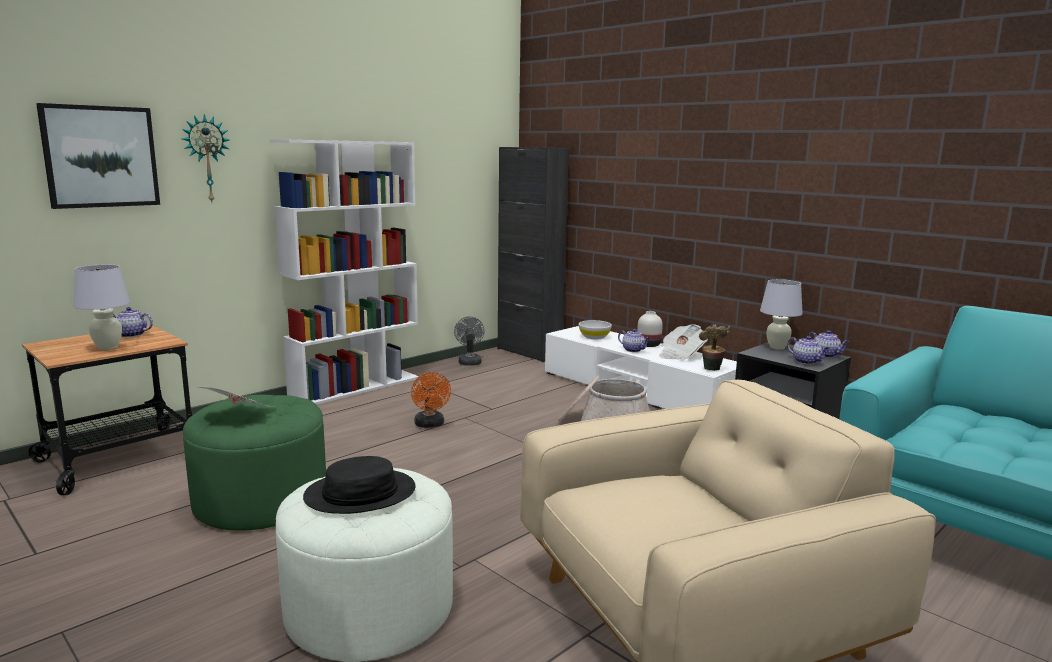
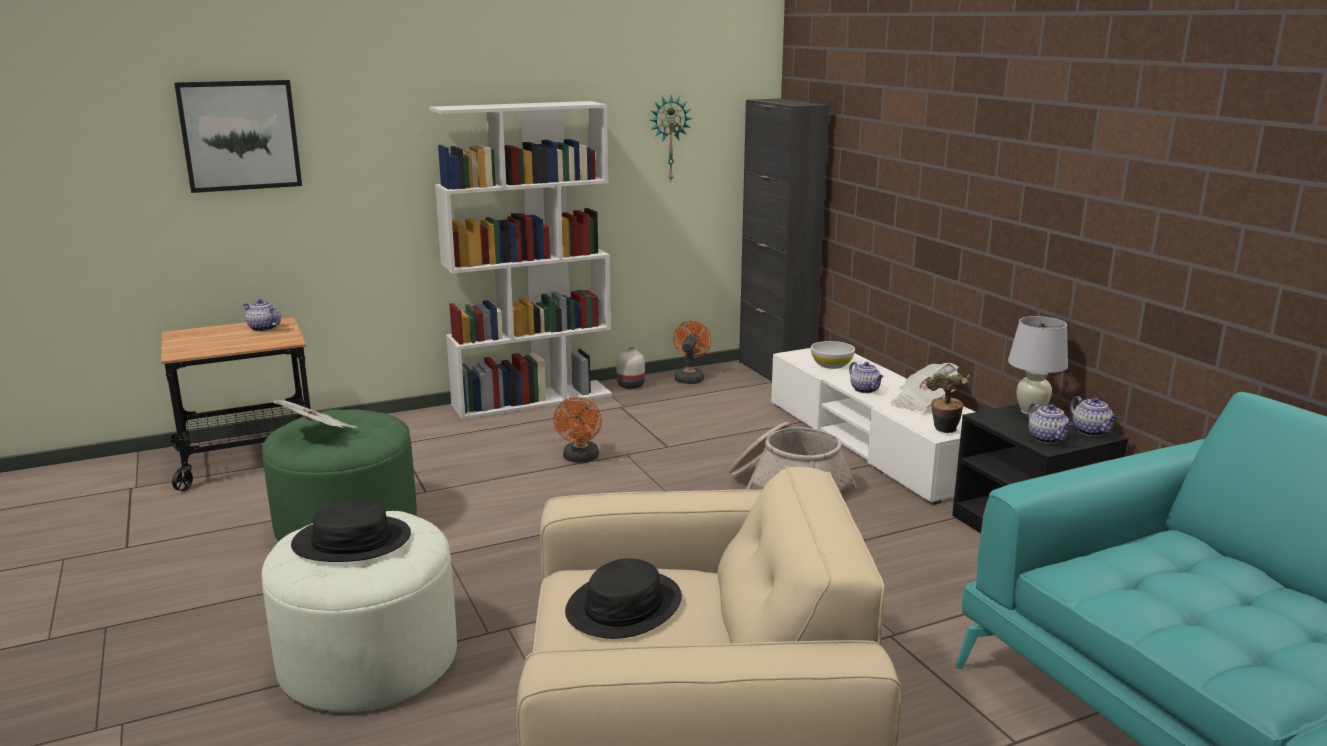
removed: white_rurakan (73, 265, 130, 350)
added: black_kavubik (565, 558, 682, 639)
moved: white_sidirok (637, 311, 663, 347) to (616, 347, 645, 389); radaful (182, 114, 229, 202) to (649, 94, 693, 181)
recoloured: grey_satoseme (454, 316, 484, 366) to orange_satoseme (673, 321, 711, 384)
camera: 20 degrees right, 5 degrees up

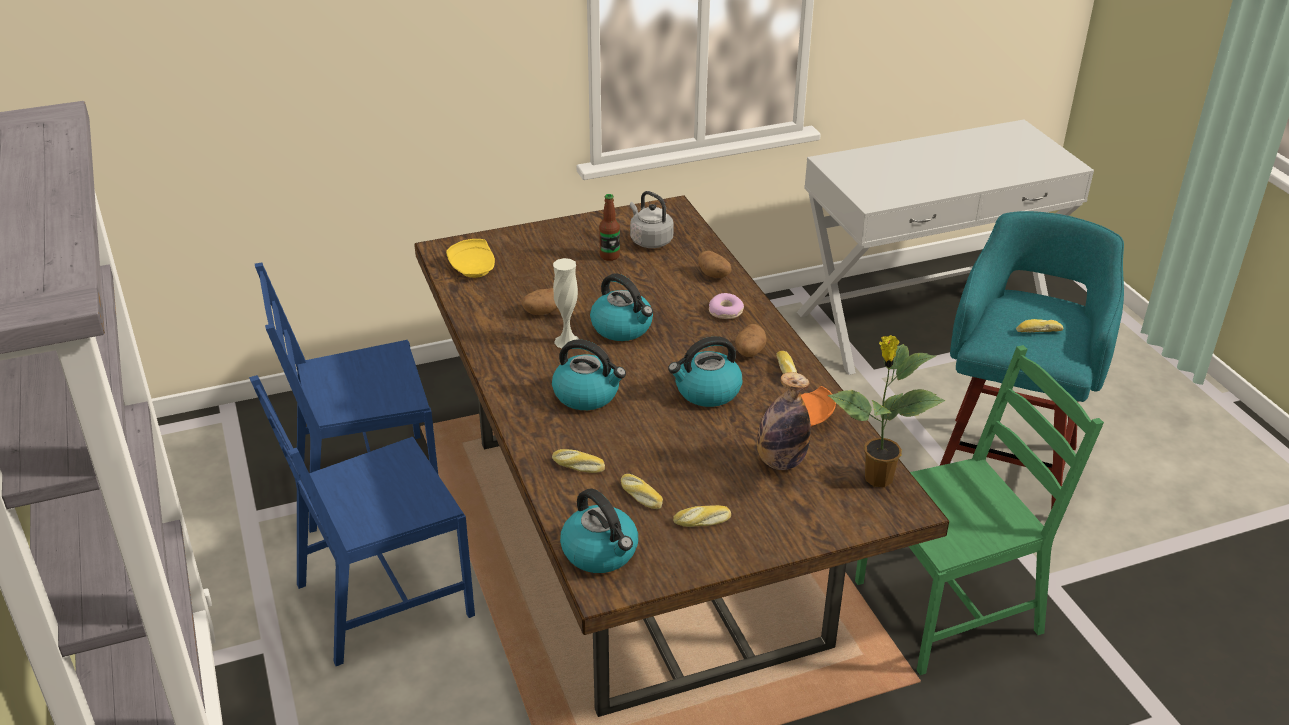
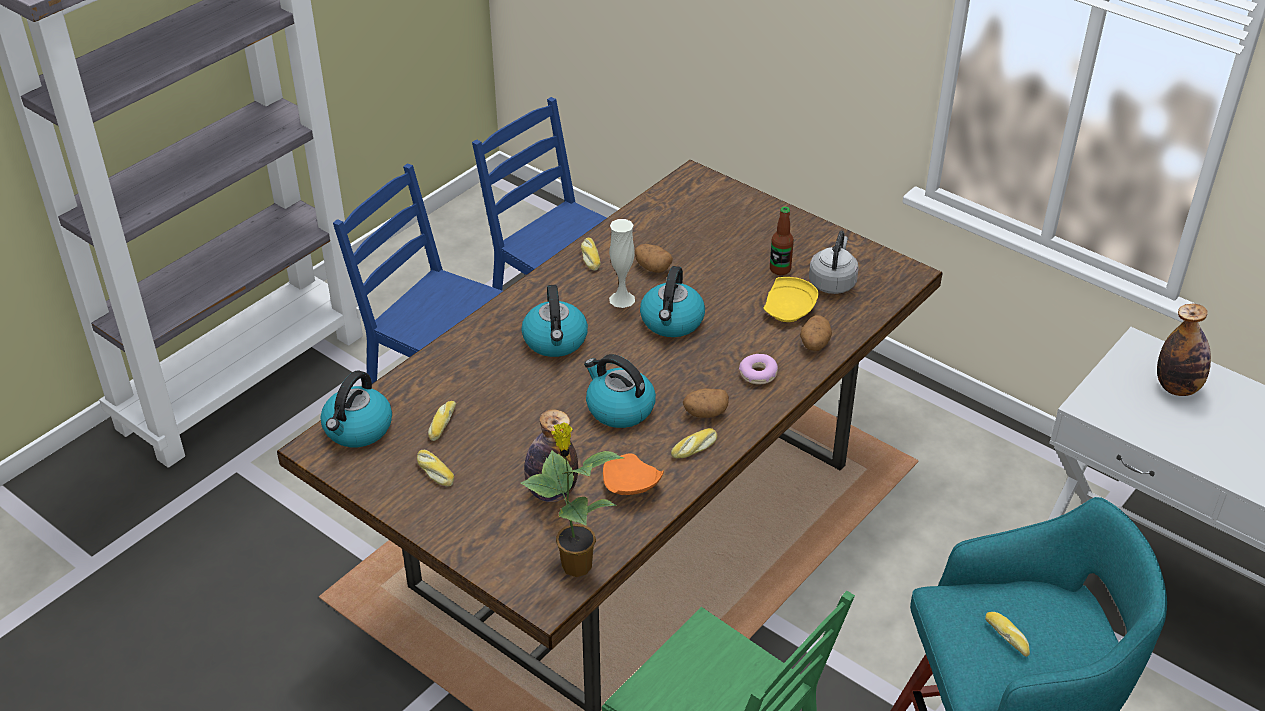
added: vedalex (1157, 304, 1211, 396)
moved: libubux (552, 449, 605, 473) to (581, 238, 601, 271); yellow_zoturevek (446, 239, 495, 278) to (763, 277, 819, 322)
camera: 60 degrees right, 5 degrees up

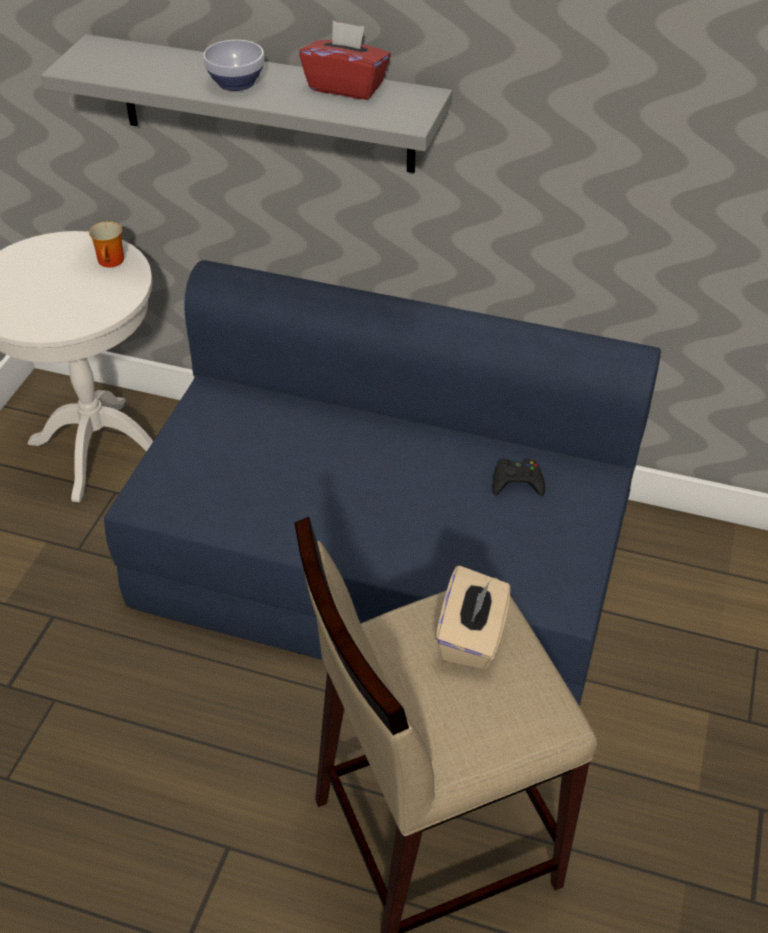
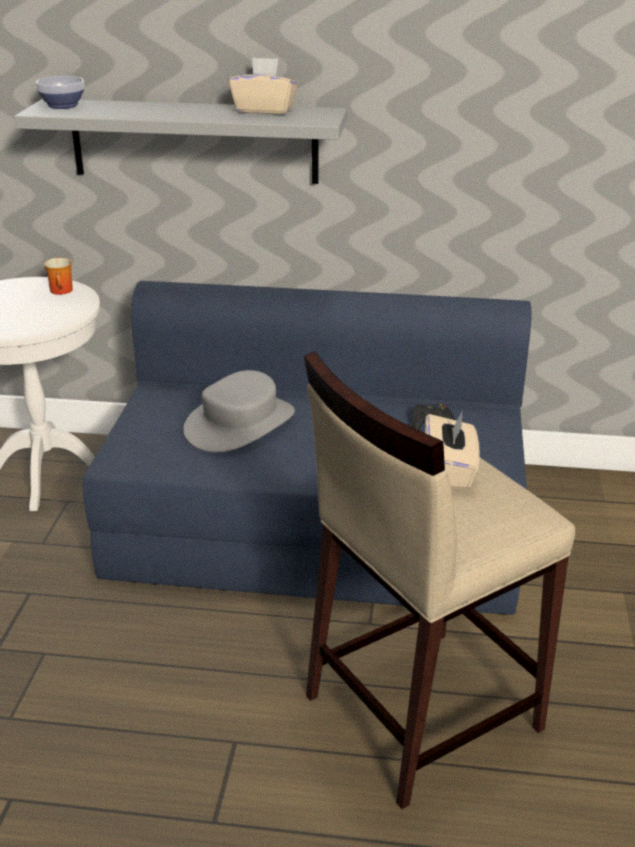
added: grey_kavubik (183, 370, 295, 452)
moved: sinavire (203, 40, 264, 91) to (36, 76, 85, 109)
recoloured: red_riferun (299, 20, 391, 100) to beige_riferun (229, 57, 298, 114)
camera: 10 degrees left, 15 degrees down

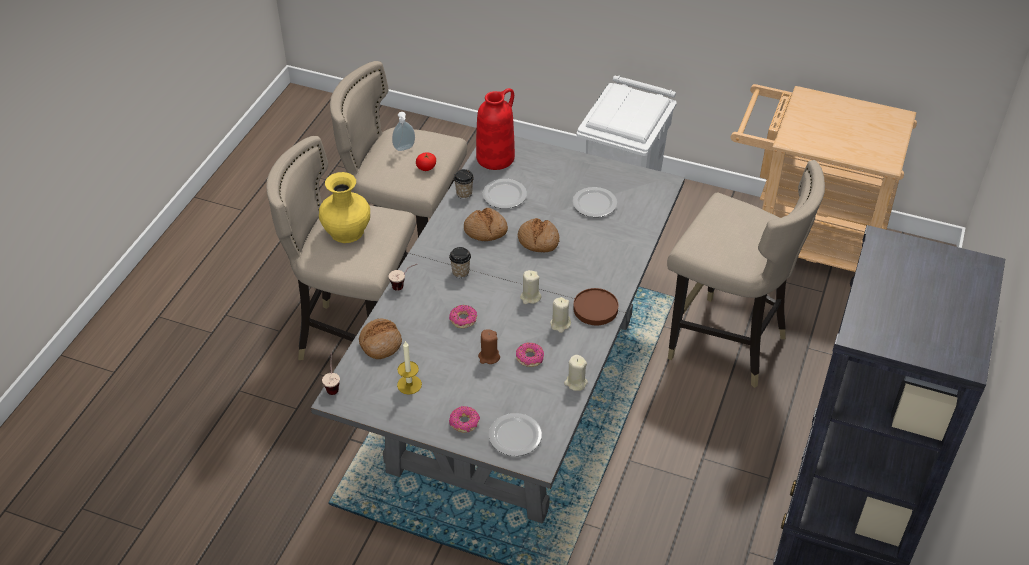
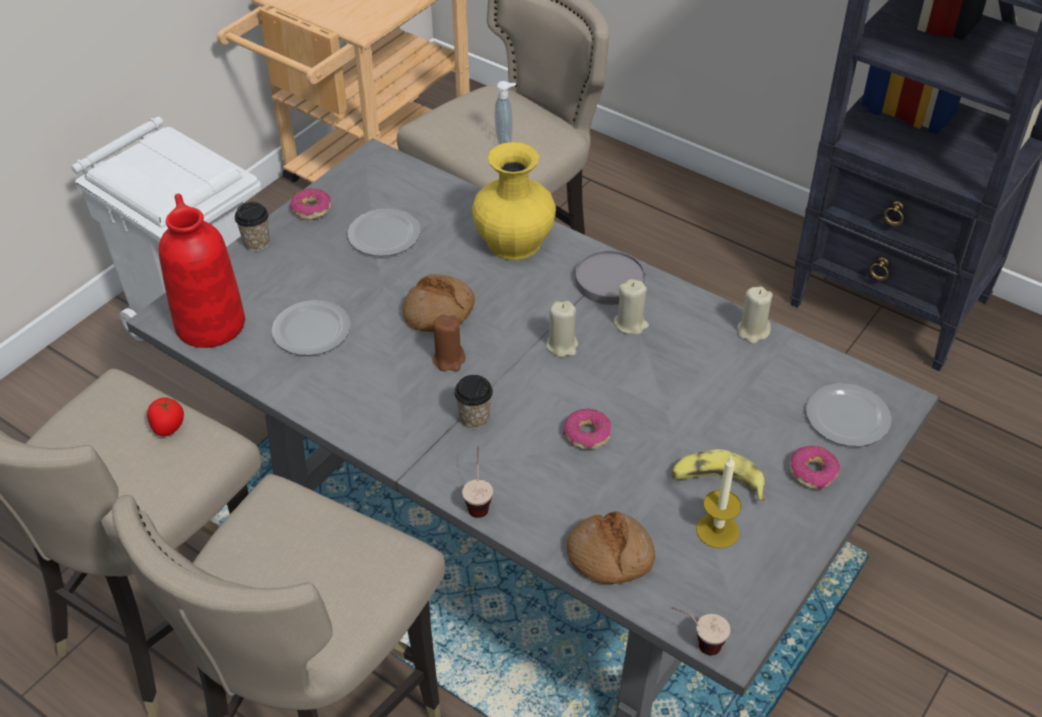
removed: libubux (464, 208, 508, 241)
added: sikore (672, 449, 765, 502)
moved: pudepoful (454, 169, 474, 199) to (235, 202, 270, 251); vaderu (516, 343, 544, 367) to (290, 188, 331, 220); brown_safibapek (478, 329, 500, 364) to (432, 315, 465, 371); yellow_sidirok (319, 172, 370, 243) to (472, 142, 556, 260); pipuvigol (392, 112, 415, 151) to (495, 81, 516, 144)
recoloured: brown_zoturevek (573, 288, 618, 325) to grey_zoturevek (575, 250, 645, 305)
camera: 75 degrees left, 0 degrees up

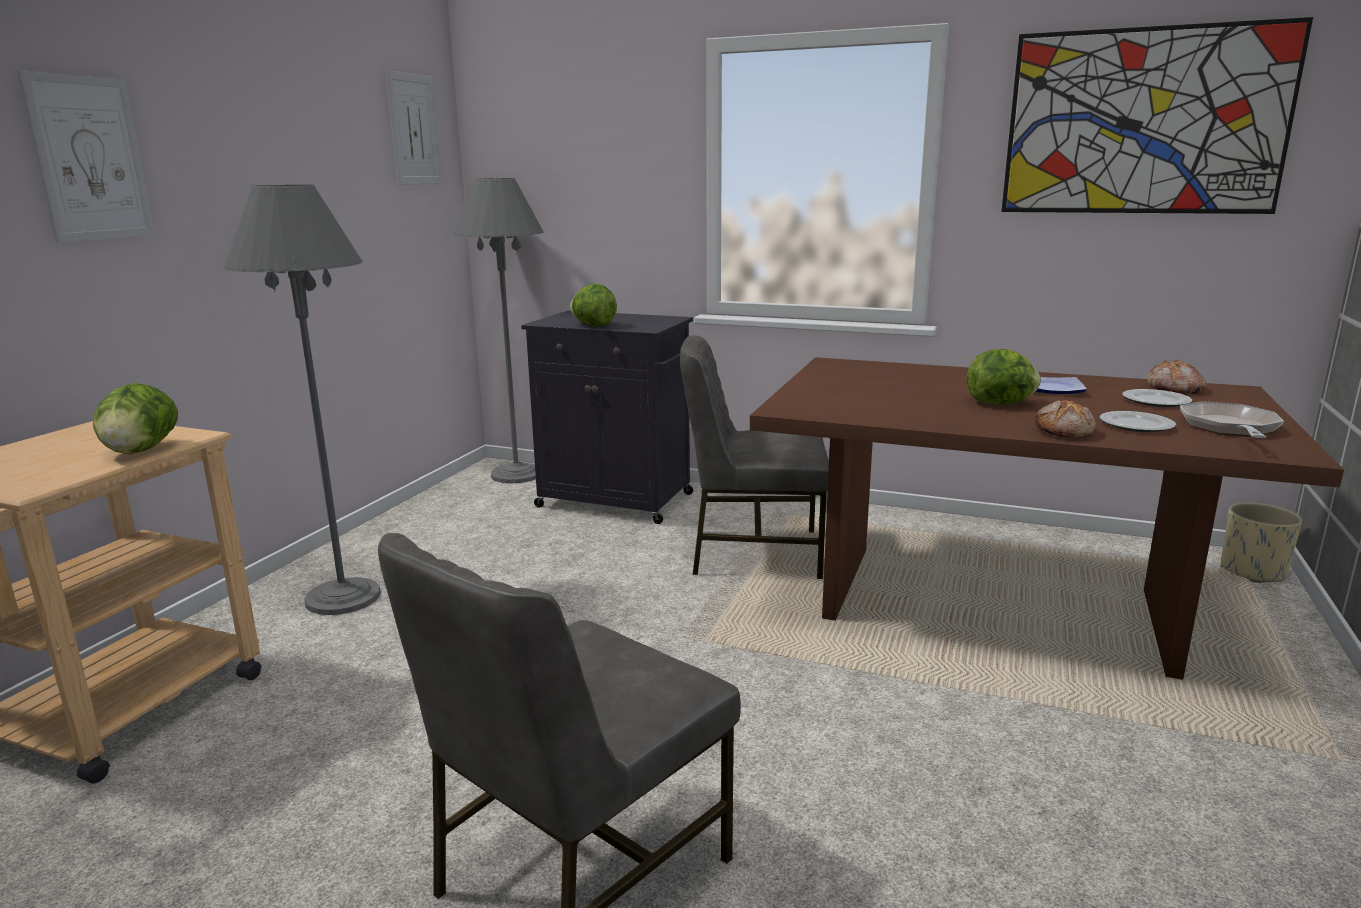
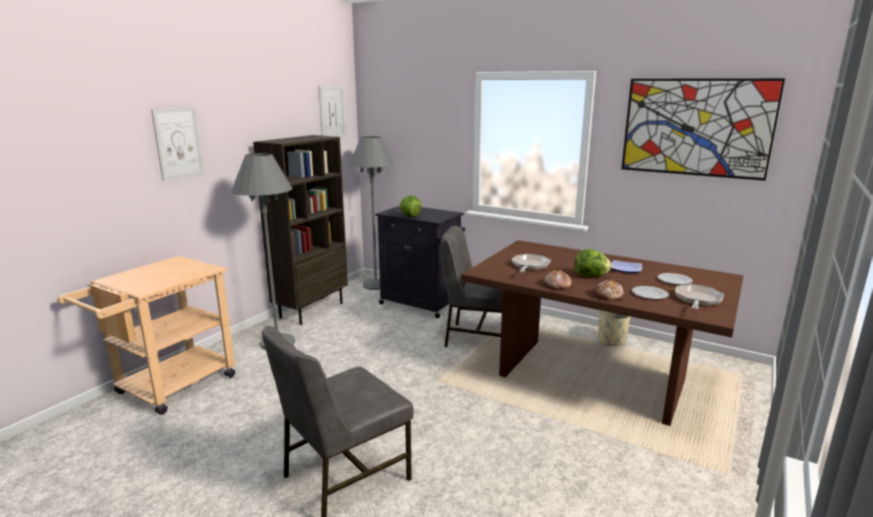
removed: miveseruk (93, 383, 178, 454)
added: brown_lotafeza (253, 135, 348, 325); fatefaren (512, 254, 551, 272)
moved: libubux (1147, 360, 1206, 394) to (544, 269, 572, 290); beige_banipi (1221, 502, 1302, 583) to (598, 310, 630, 346)
camera: 10 degrees right, 0 degrees up

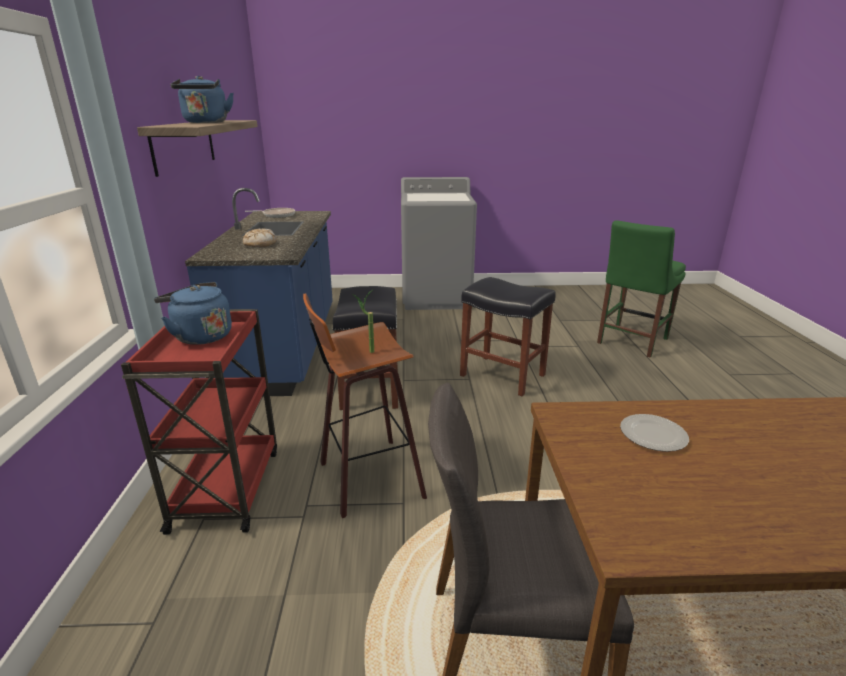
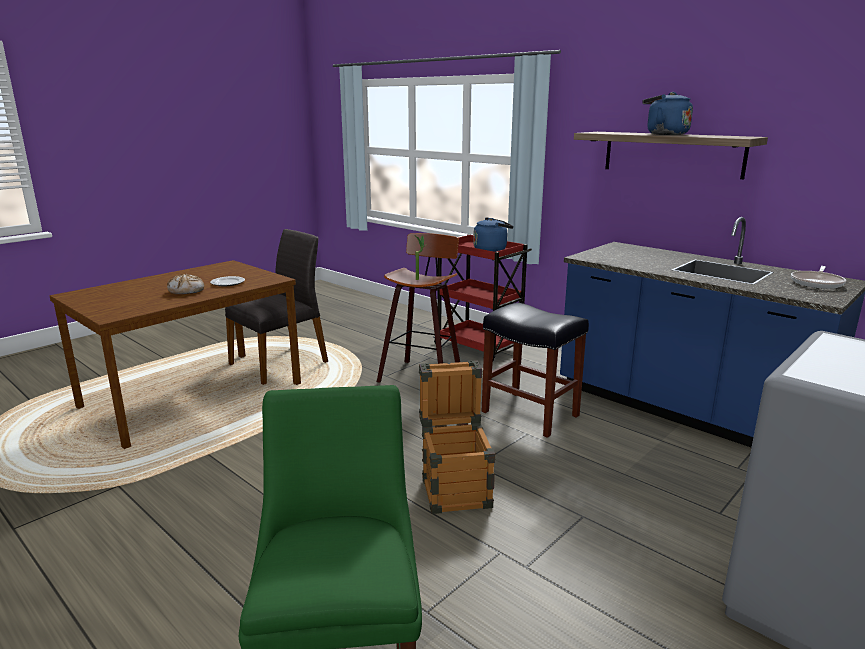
moved: libubux (243, 229, 276, 247) to (167, 274, 204, 294)
replaced: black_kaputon (460, 277, 556, 396) to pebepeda (419, 360, 495, 514)
camera: 135 degrees right, 5 degrees down

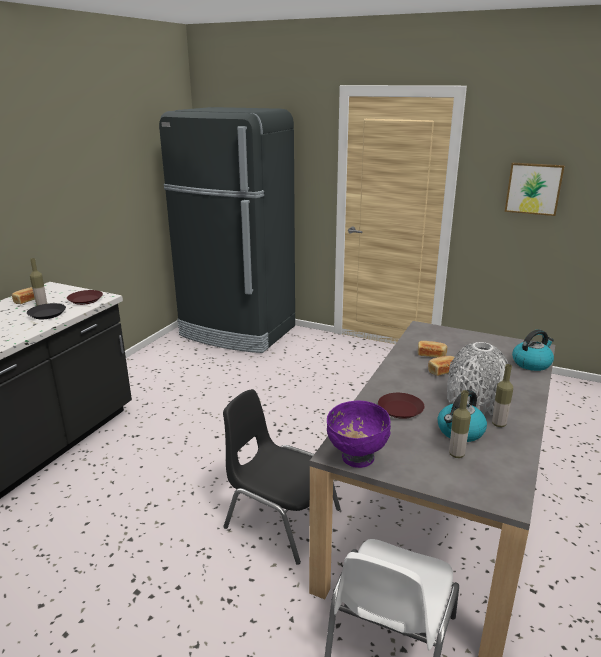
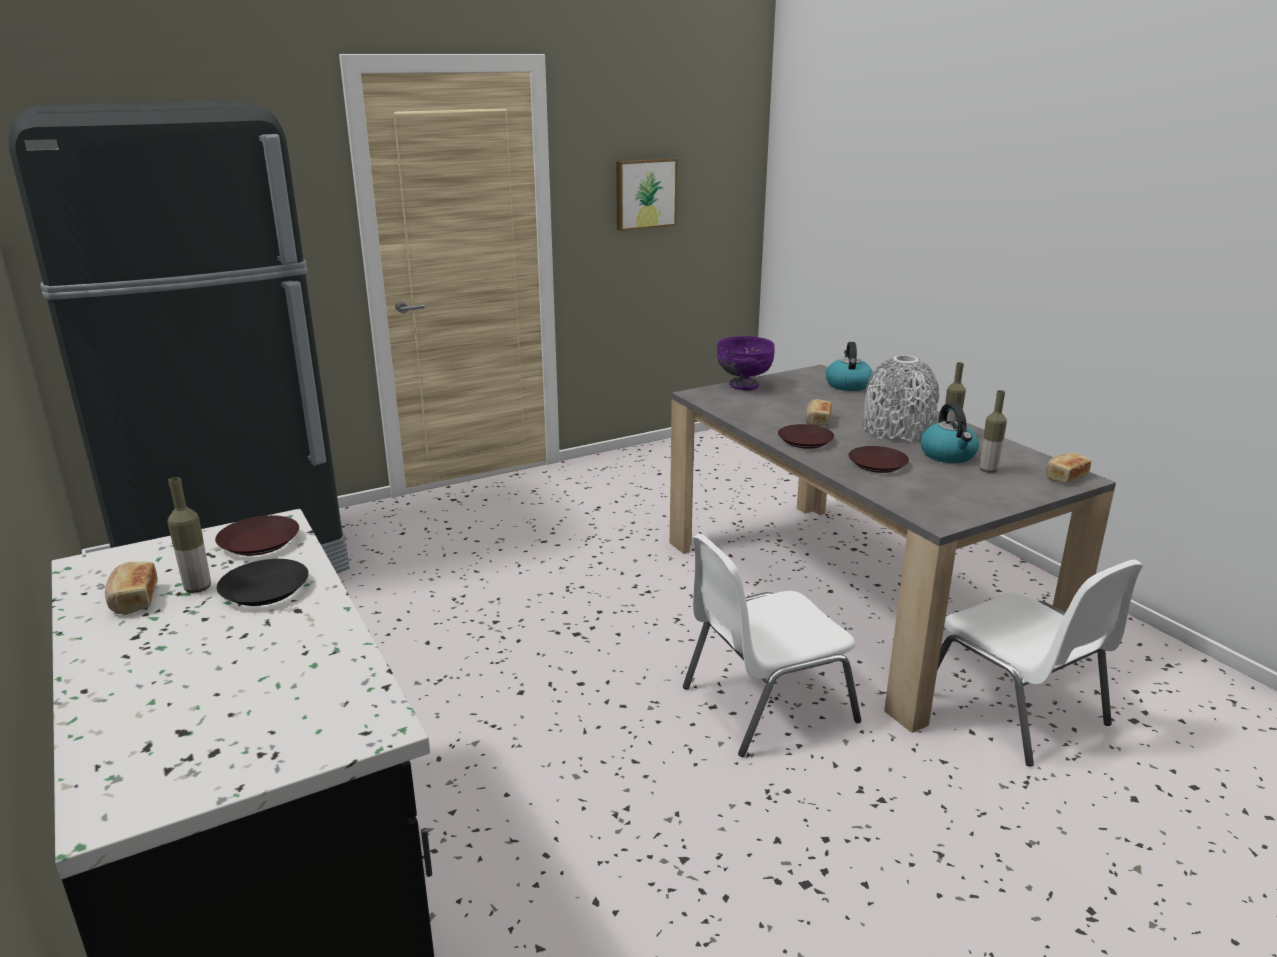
added: brown_zoturevek (778, 424, 834, 449)
moved: purple_sinavire (327, 401, 391, 468) to (717, 336, 775, 391); libubux (418, 341, 447, 358) to (1046, 453, 1091, 483)
recoloured: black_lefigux (223, 389, 340, 565) to white_lefigux (683, 534, 861, 757)
camera: 55 degrees left, 0 degrees up

